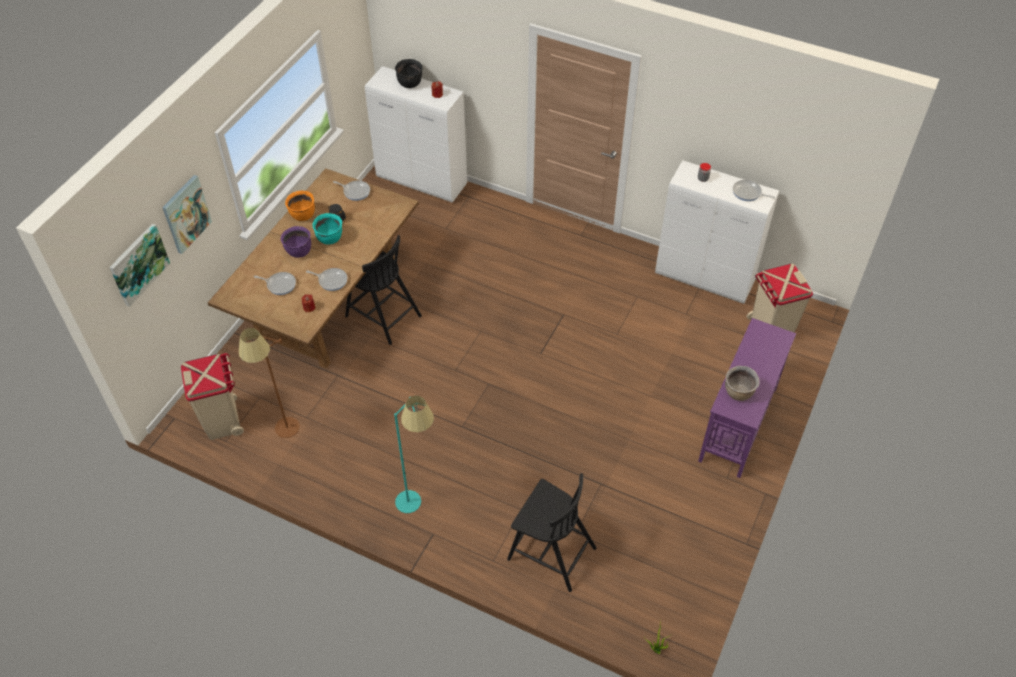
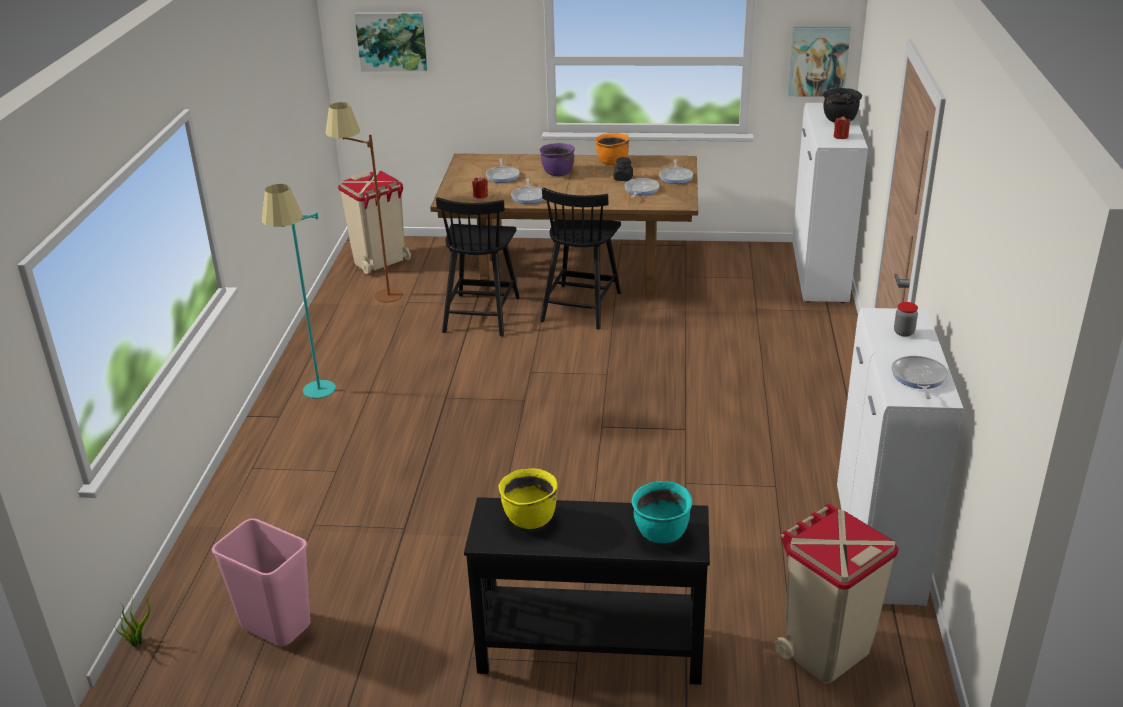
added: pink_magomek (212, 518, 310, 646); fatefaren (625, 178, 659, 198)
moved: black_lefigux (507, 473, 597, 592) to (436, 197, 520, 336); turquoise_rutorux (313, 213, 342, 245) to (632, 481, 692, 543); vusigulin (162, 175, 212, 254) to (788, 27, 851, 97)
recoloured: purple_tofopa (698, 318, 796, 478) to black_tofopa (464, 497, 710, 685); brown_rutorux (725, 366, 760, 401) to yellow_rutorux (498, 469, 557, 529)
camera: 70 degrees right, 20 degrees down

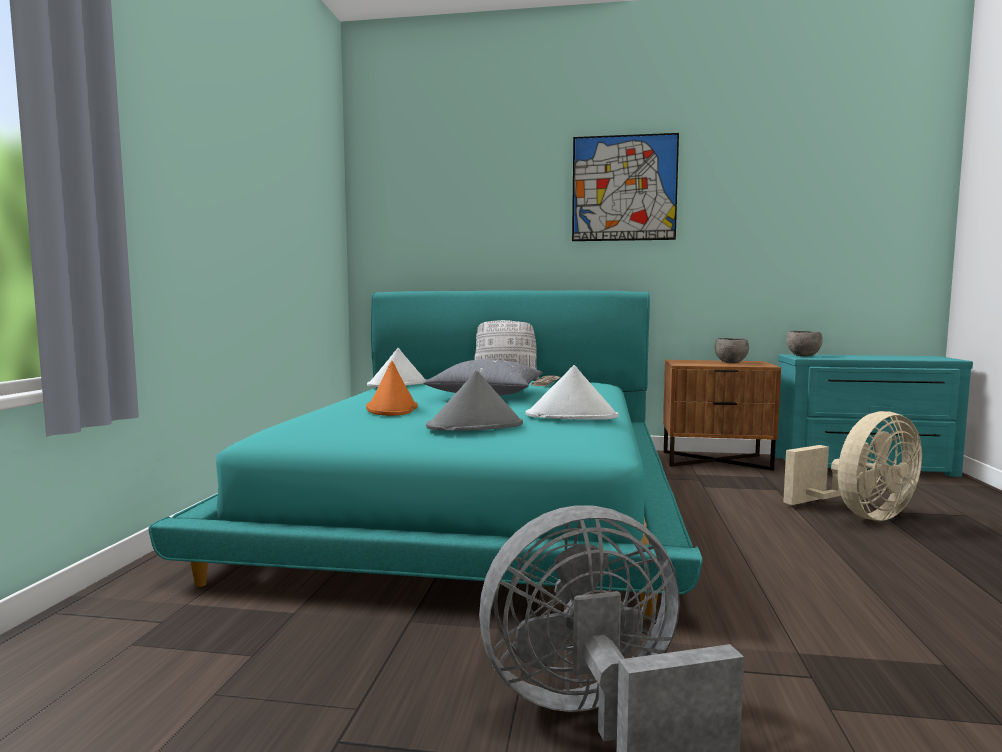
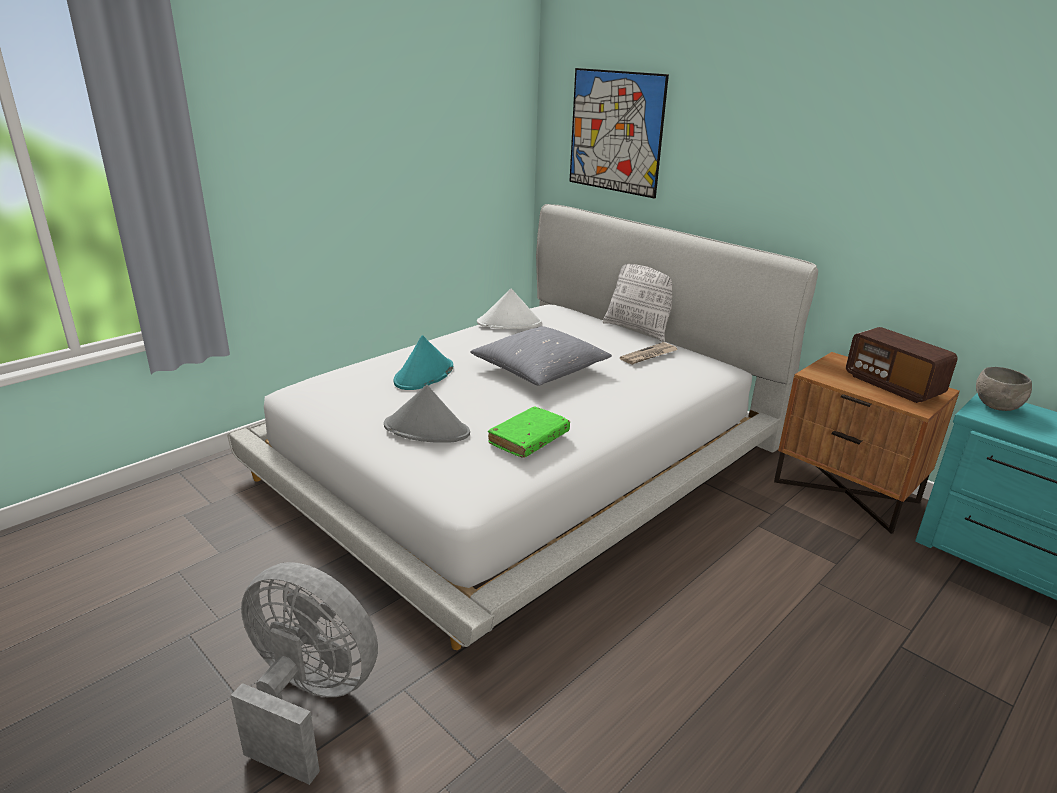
removed: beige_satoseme (783, 411, 922, 521)
moved: vusigulin (572, 133, 679, 241) to (569, 68, 669, 199)
replaced: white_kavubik (526, 365, 619, 420) to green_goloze (488, 406, 570, 458); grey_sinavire (715, 338, 749, 363) to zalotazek (846, 327, 958, 403)
recoloured: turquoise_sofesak (149, 290, 702, 620) to white_sofesak (227, 204, 818, 650); orange_kavubik (366, 361, 418, 416) to turquoise_kavubik (393, 335, 453, 390)
camera: 35 degrees right, 20 degrees up

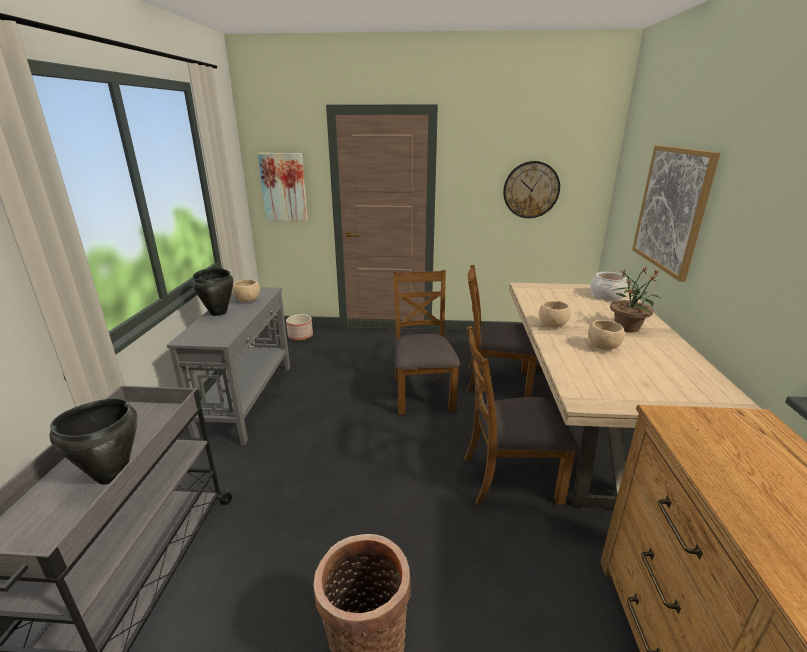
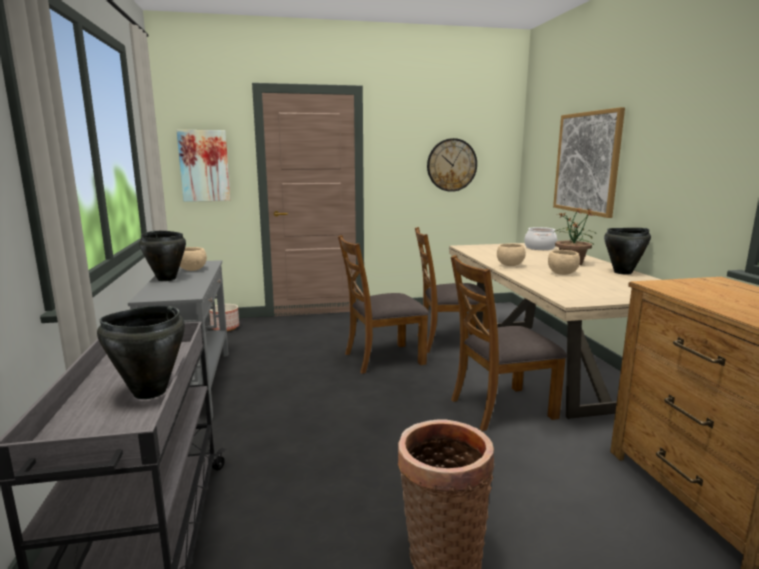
added: black_rutorux (604, 228, 651, 275)
turned: brown_lefigux (393, 270, 460, 415) = (338, 235, 429, 374) 90 degrees counterclockwise
camera: 15 degrees left, 10 degrees down

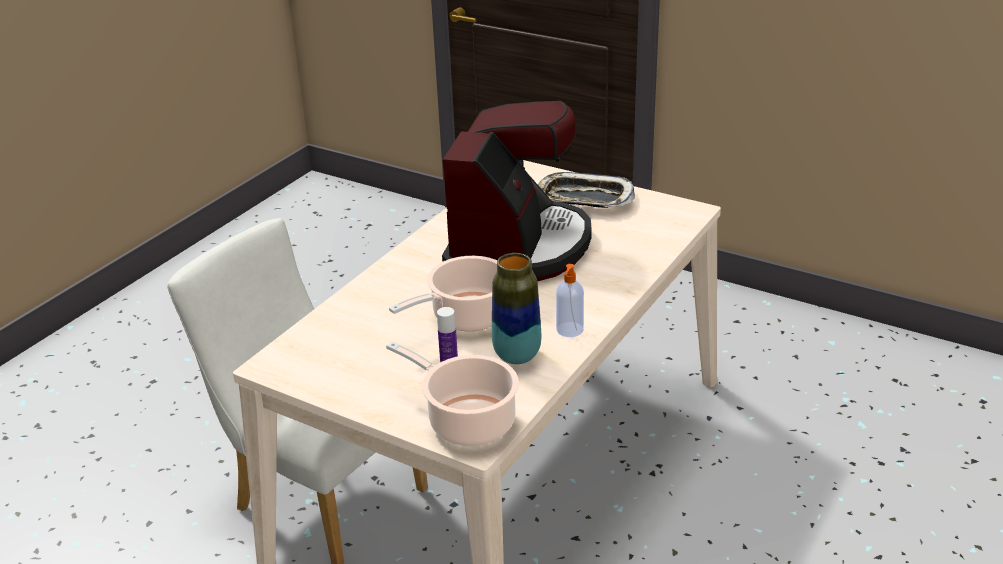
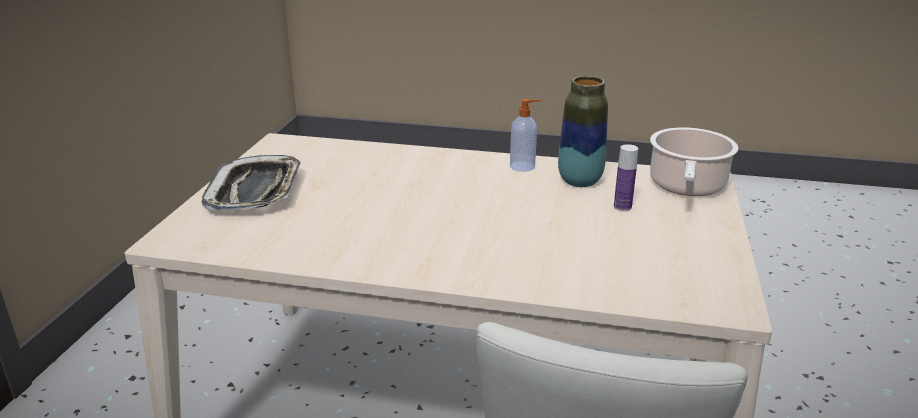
removed: rutorux (389, 256, 497, 331); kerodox (442, 101, 592, 281)
camera: 110 degrees left, 5 degrees down

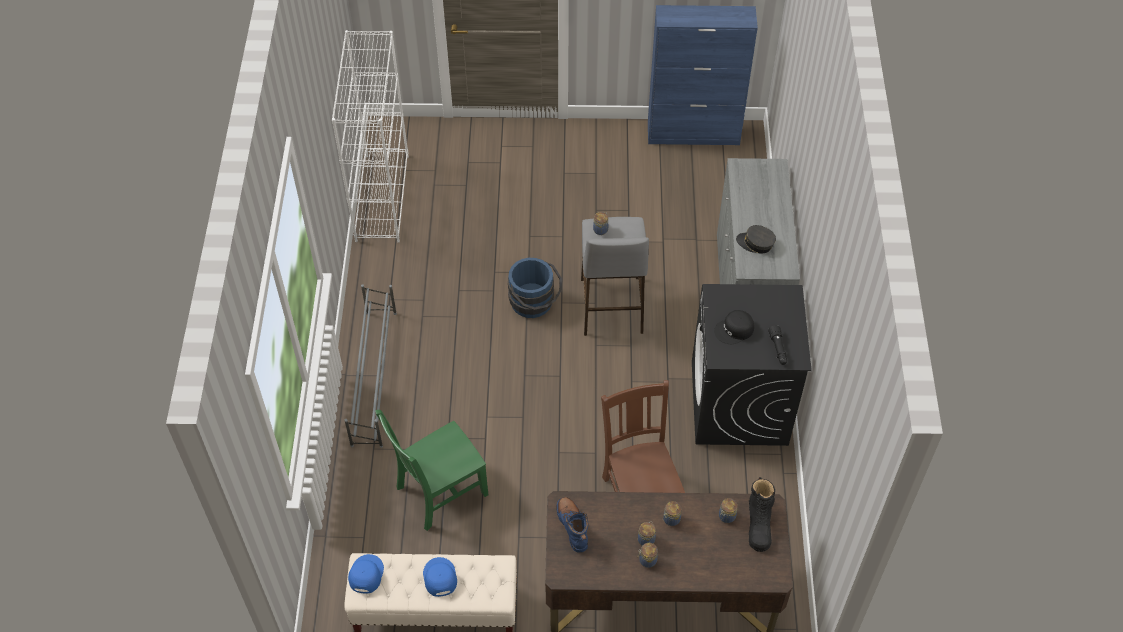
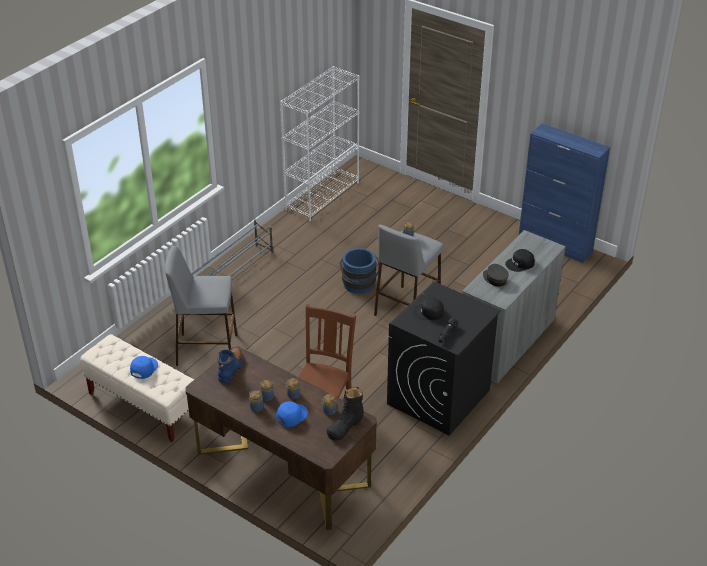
added: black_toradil (505, 249, 535, 272)
moved: blue_toradil (348, 554, 384, 594) to (276, 401, 308, 427)
replaced: green_lefigux (375, 410, 488, 531) to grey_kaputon (165, 246, 237, 366)
camera: 35 degrees right, 15 degrees down

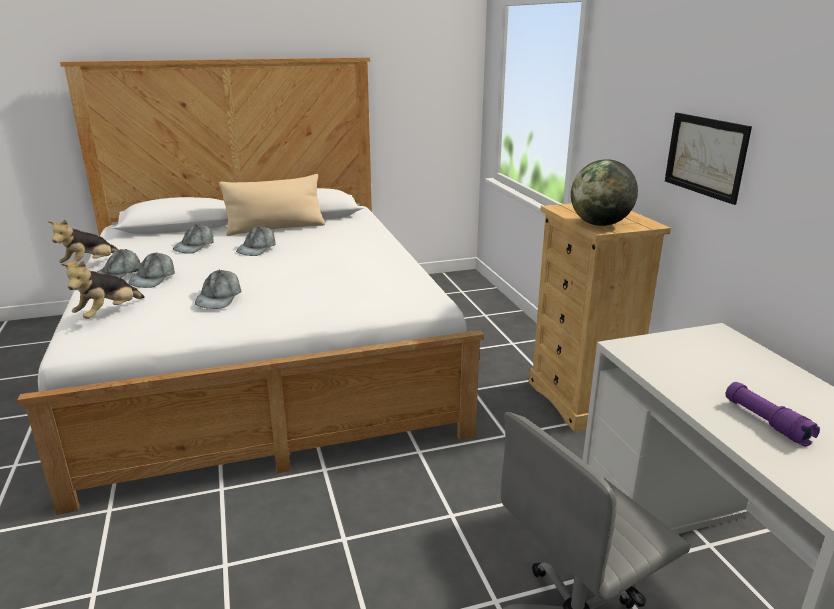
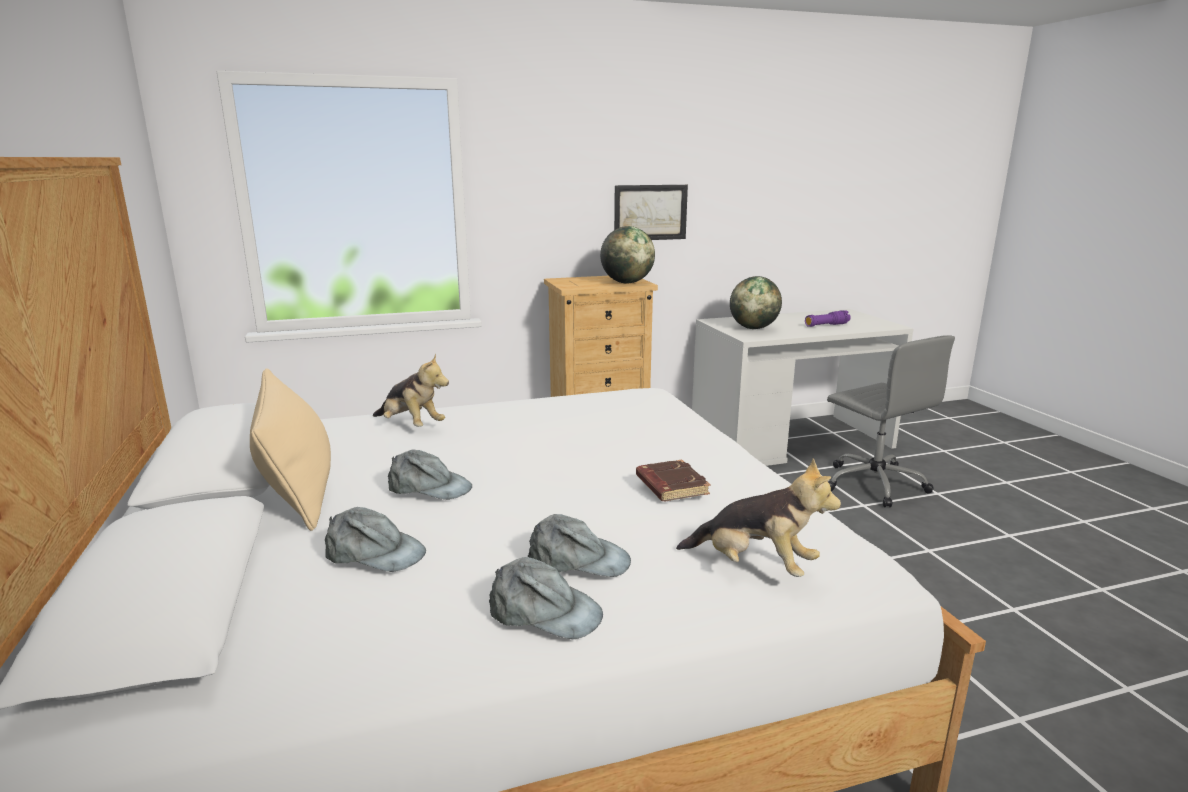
added: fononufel (730, 276, 782, 329)
moved: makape (48, 219, 118, 265) to (373, 353, 449, 427)
replaced: grey_toradil (195, 270, 242, 309) to brown_goloze (636, 459, 711, 501)
camera: 90 degrees left, 5 degrees down

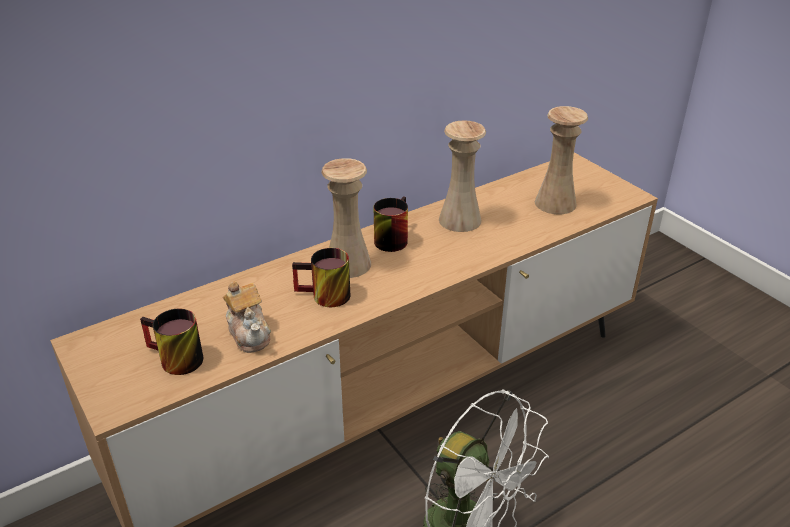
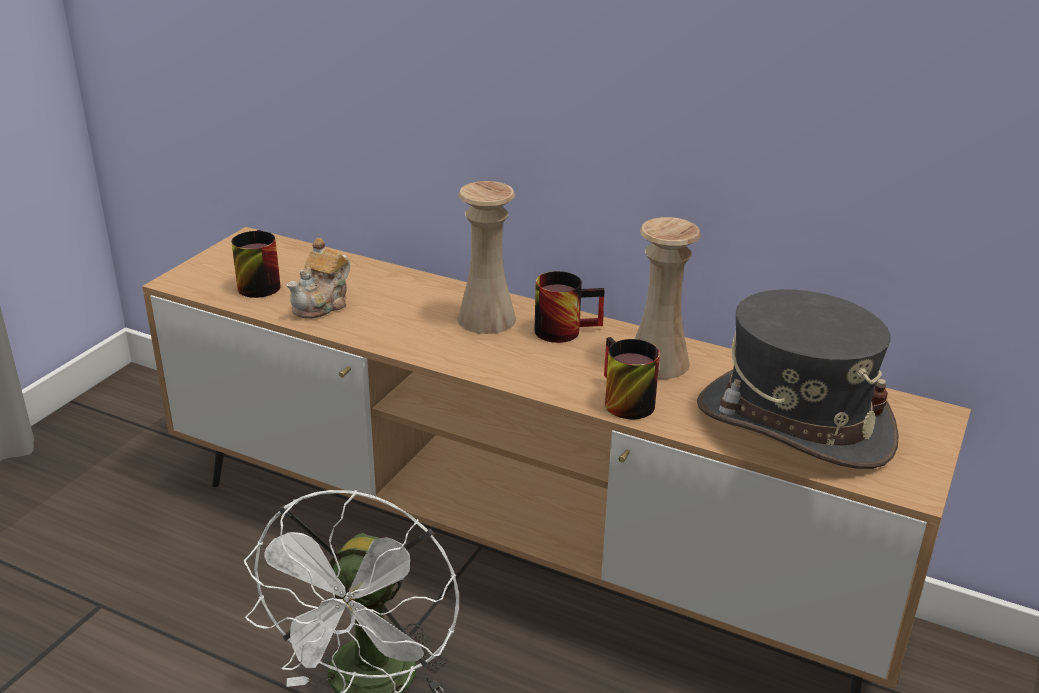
moved: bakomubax (292, 248, 350, 307) to (604, 337, 660, 419)
replaced: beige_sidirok (535, 106, 588, 214) to grey_kavubik (697, 289, 899, 469)
camera: 60 degrees right, 5 degrees down

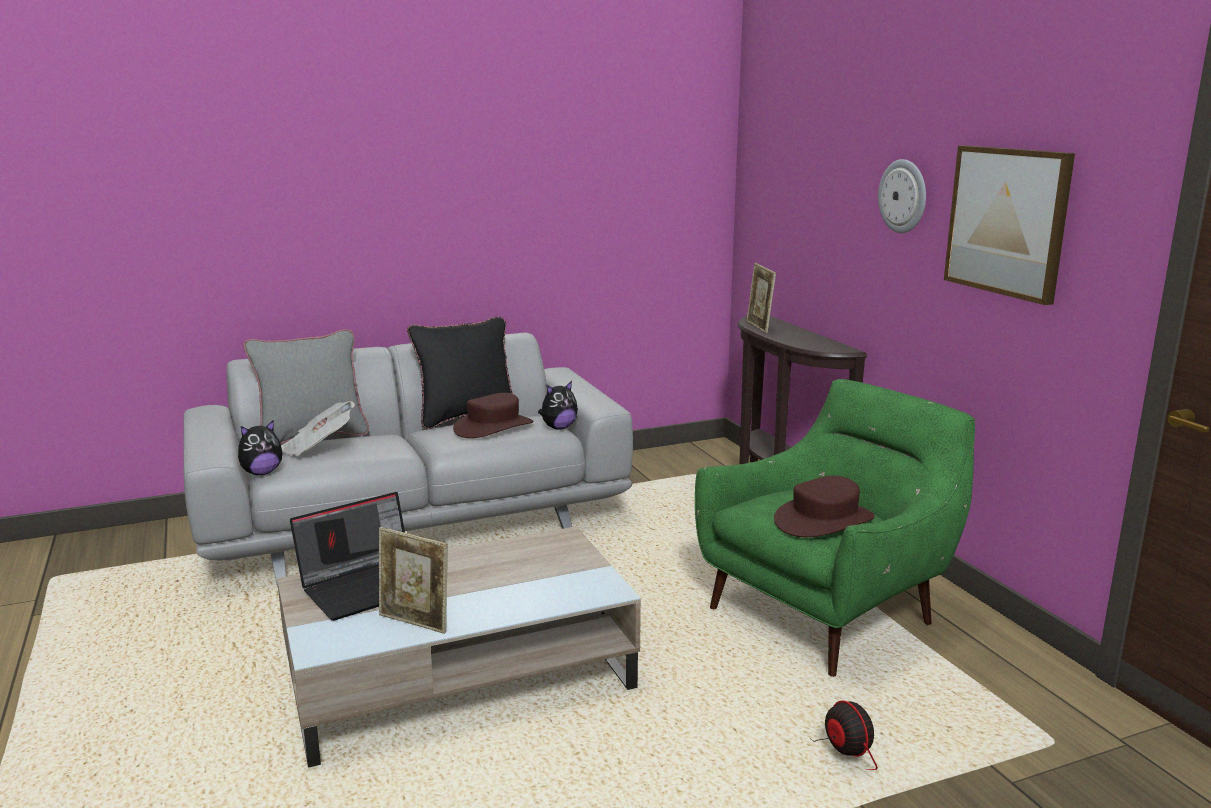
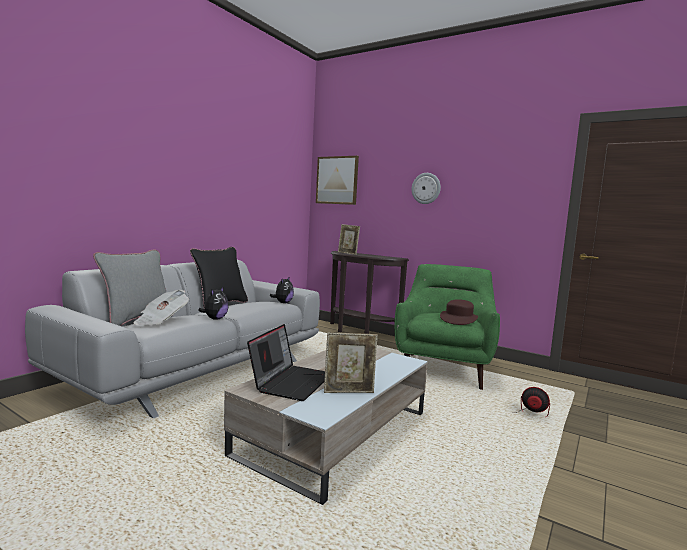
removed: brown_kavubik (453, 393, 533, 438)
moved: makape (238, 421, 283, 475) to (198, 286, 229, 320); vusigulin (944, 145, 1075, 305) to (316, 156, 359, 205)
camera: 35 degrees left, 10 degrees down

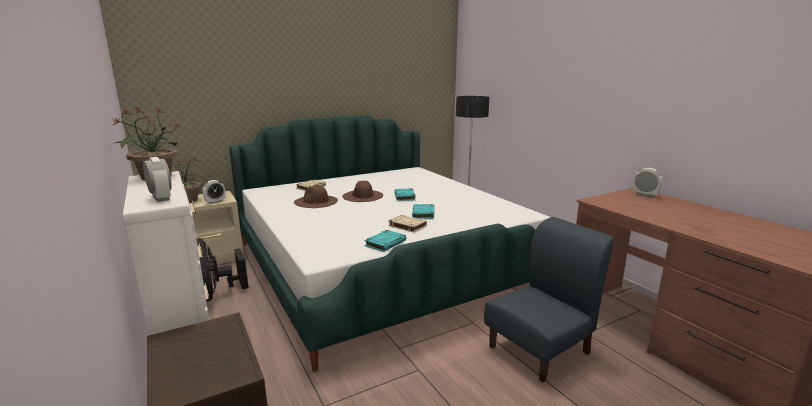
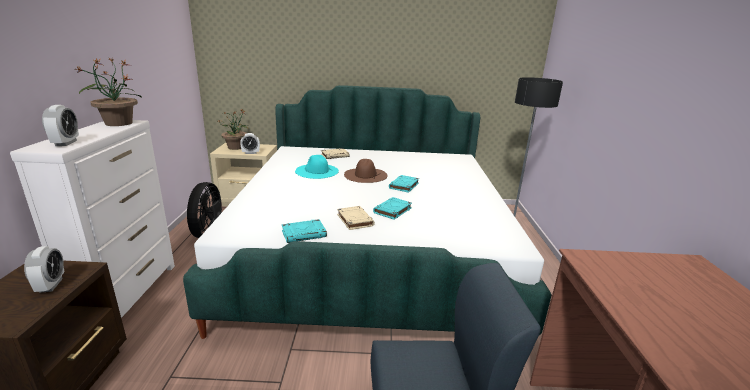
moved: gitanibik (633, 168, 663, 197) to (24, 246, 64, 293)
recoloured: brown_kavubik (294, 185, 338, 208) to turquoise_kavubik (295, 155, 339, 179)
camera: 30 degrees right, 5 degrees up

